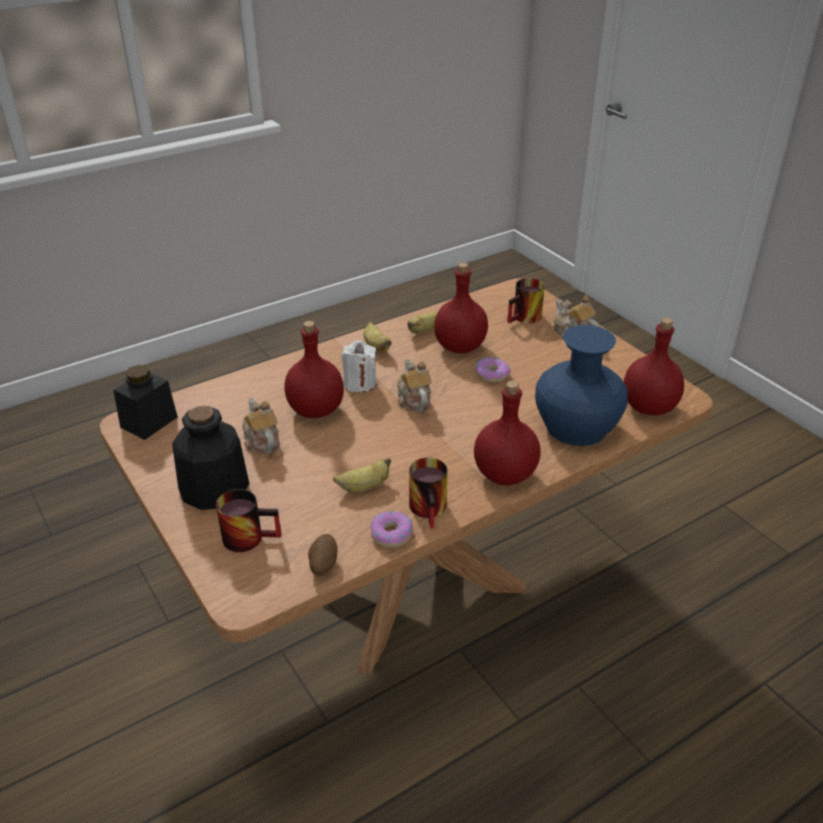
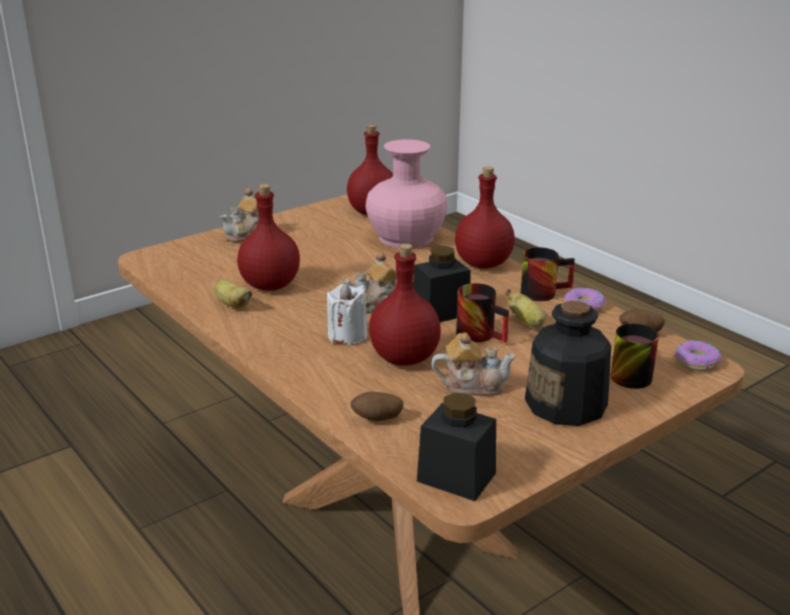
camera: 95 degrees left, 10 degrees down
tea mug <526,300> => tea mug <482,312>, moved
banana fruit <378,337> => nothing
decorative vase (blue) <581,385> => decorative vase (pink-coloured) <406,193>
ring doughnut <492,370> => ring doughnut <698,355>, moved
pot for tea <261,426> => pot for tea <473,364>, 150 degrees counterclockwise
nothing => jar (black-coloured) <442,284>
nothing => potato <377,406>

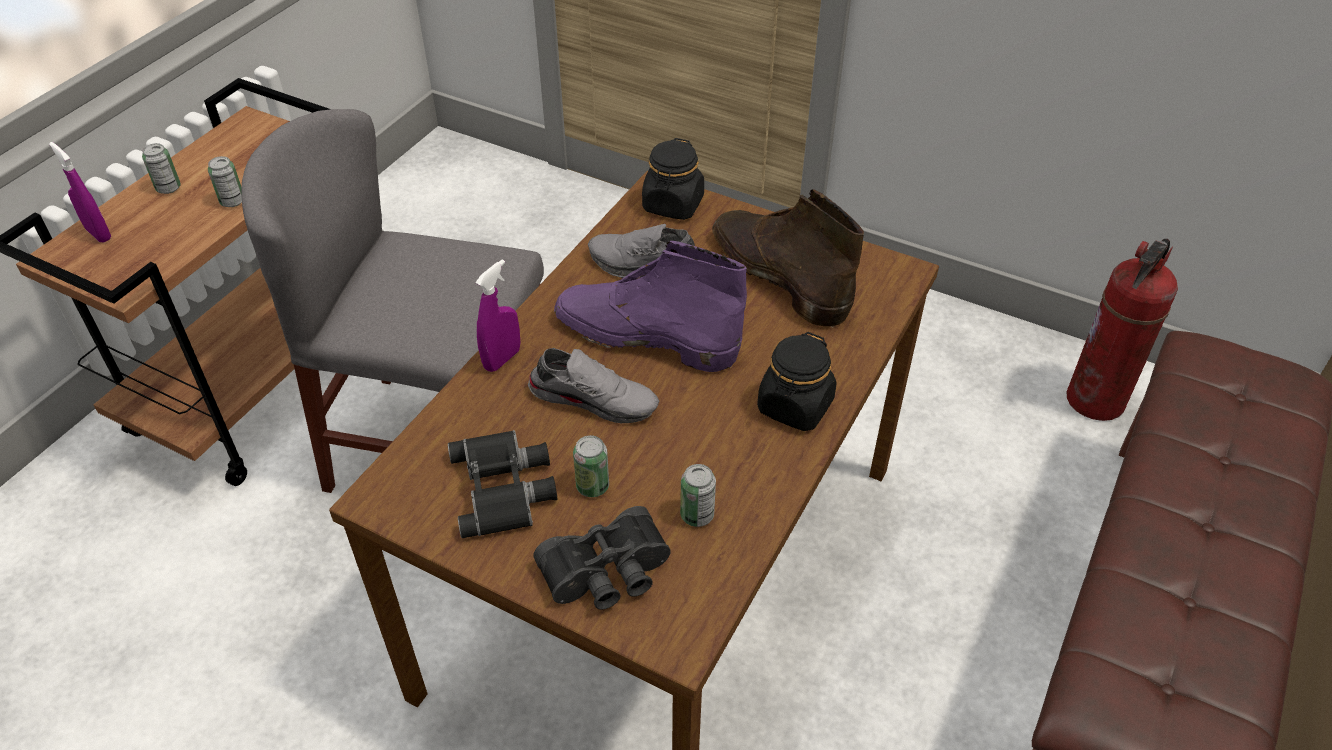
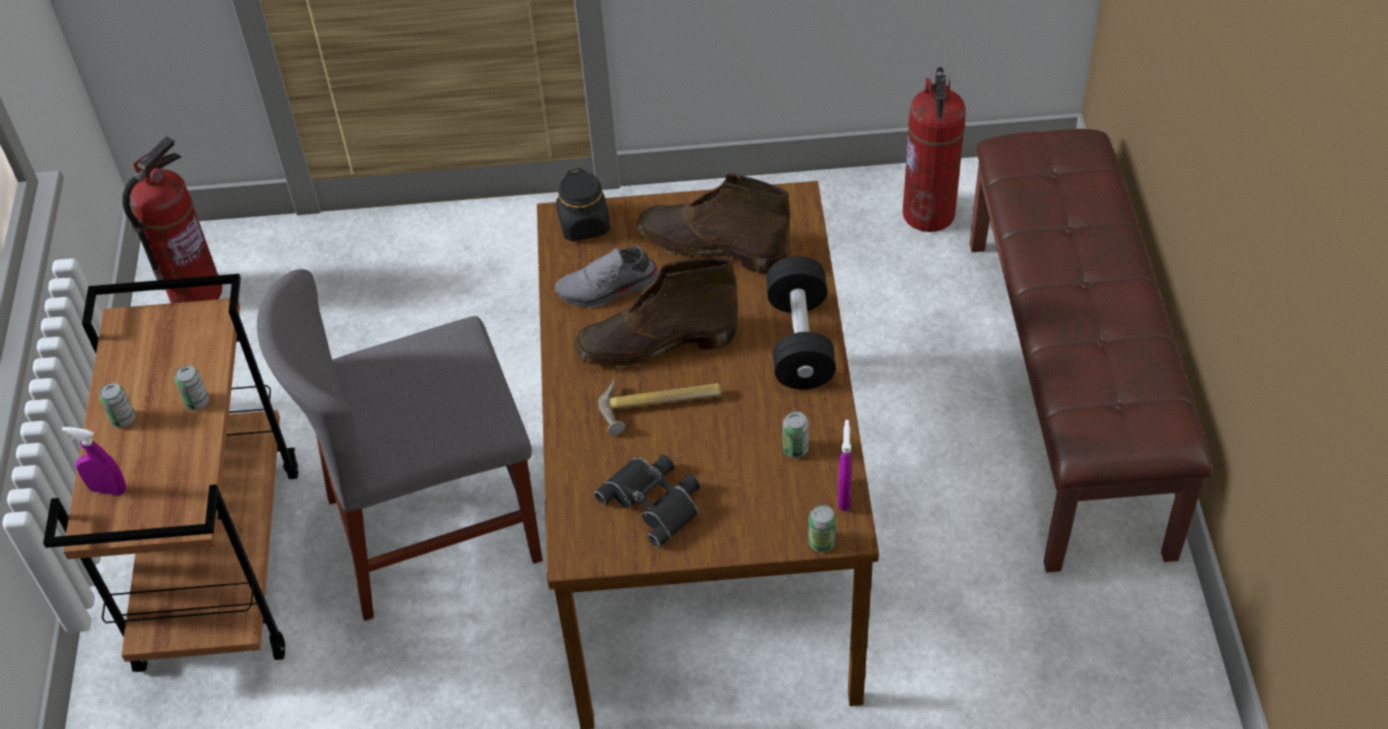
camera: 30 degrees left, 5 degrees up
boot (purple-coloured) <650,306> => boot (brownish) <656,312>
spray bottle (purple-coloured) <497,315> => spray bottle (purple-coloured) <844,465>, moved
jar (black-coloured) <797,381> => dumbbell (black-coloured) <801,322>
low shoe (gray) <593,385> => hammer <659,407>
sealed can <591,466> => sealed can <822,528>, moved
pair of binoculars (black-coloured) <602,558> => nothing
nothing => fire extinguisher <172,219>

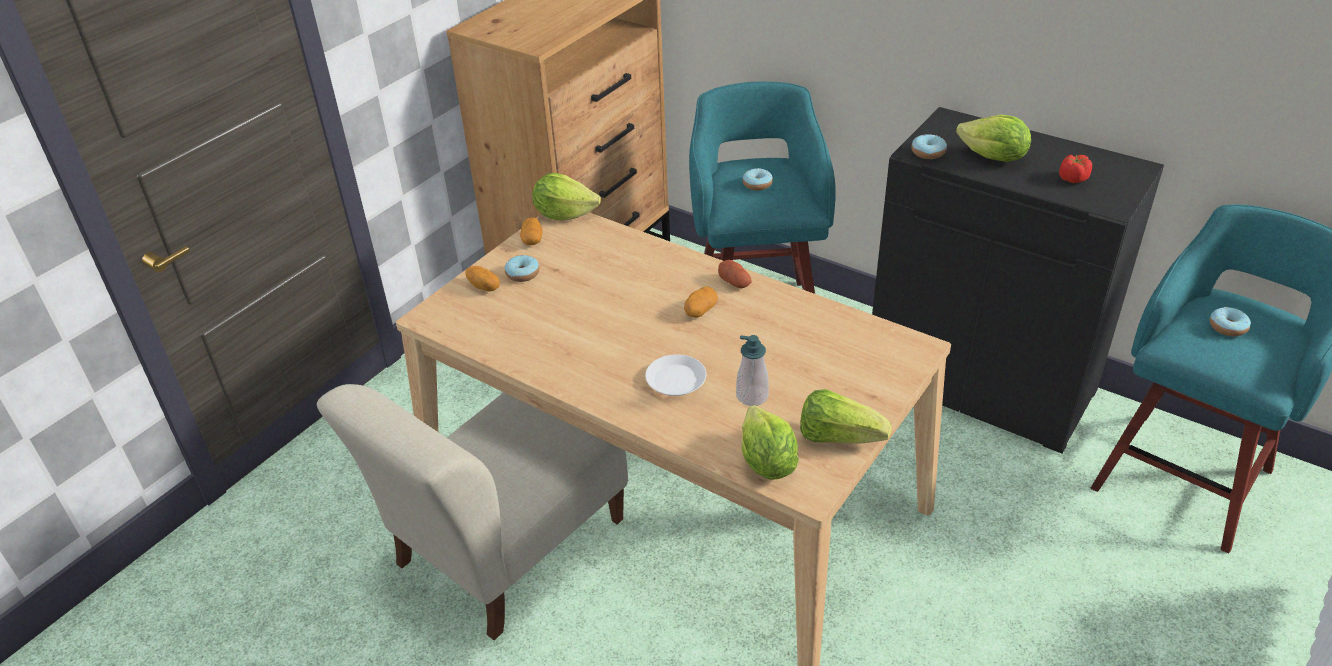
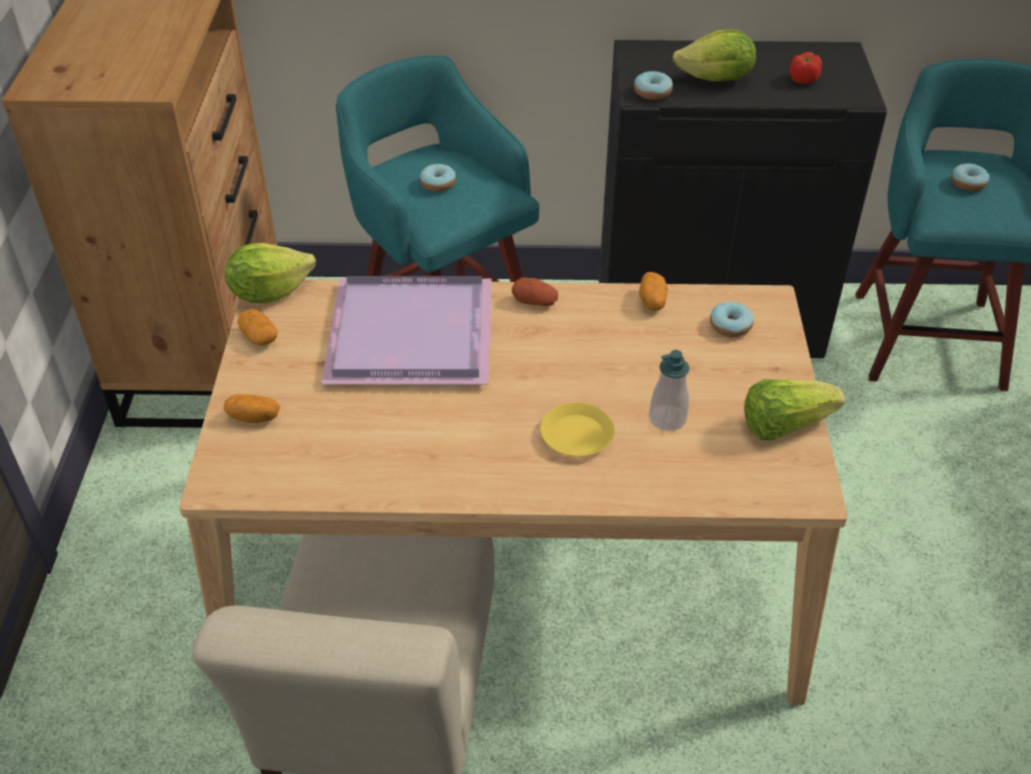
camera: 35 degrees left, 5 degrees up
ring doughnut <522,268> => ring doughnut <732,319>, moved
potato <701,302> => potato <653,291>, moved
flat dish (white-coloured) <675,375> => flat dish (yellowish) <577,429>
lettuce head <770,442> => nothing
nothing => carrying tray (purple-coloured) <406,330>

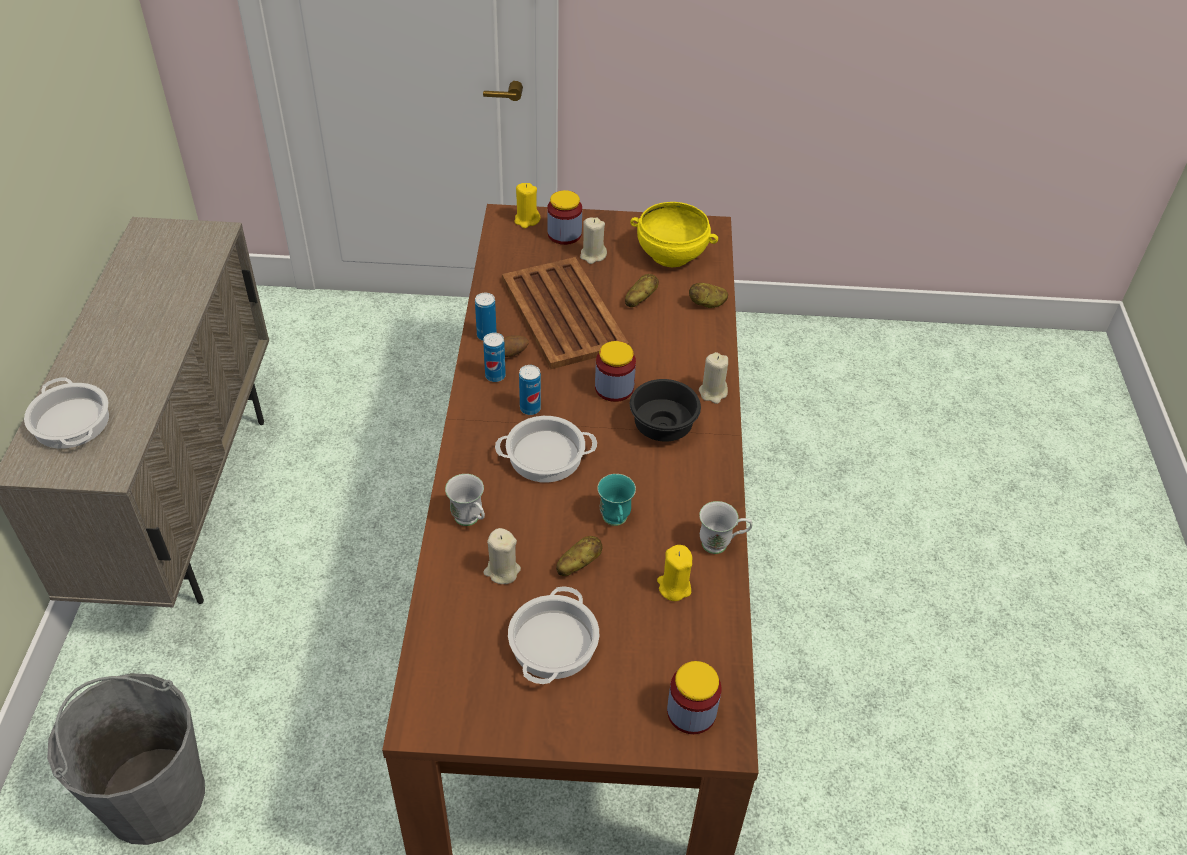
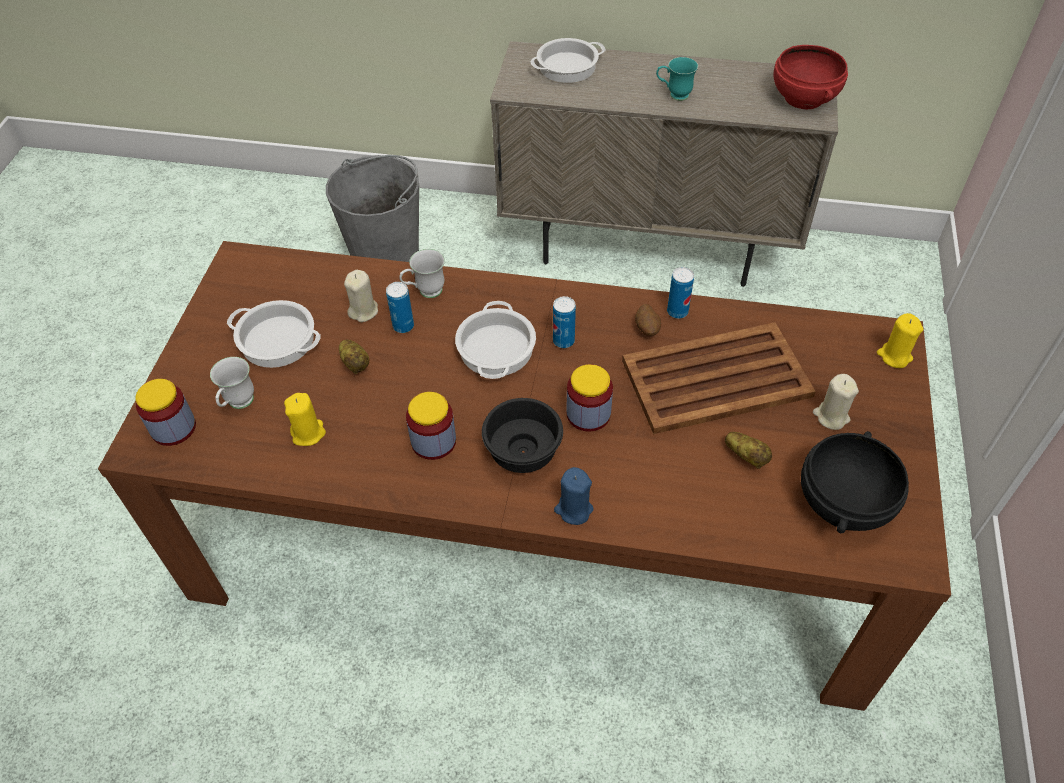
camera: 100 degrees right, 5 degrees up
jar <564,217> => jar <431,426>, moved
serving bowl (yellowish) <674,234> => serving bowl (black-coloured) <855,482>
potato <708,295> => nothing
sealed can <494,357> => sealed can <400,307>, moved
wax light (beige) <713,378> => wax light (blue) <574,496>
tea mug (turquoise-coloured) <616,500> => tea mug (turquoise-coloured) <677,79>, moved
tea mug (white-coloured) <725,527> => tea mug (white-coloured) <232,383>, moved
nothing => serving bowl (red) <811,77>

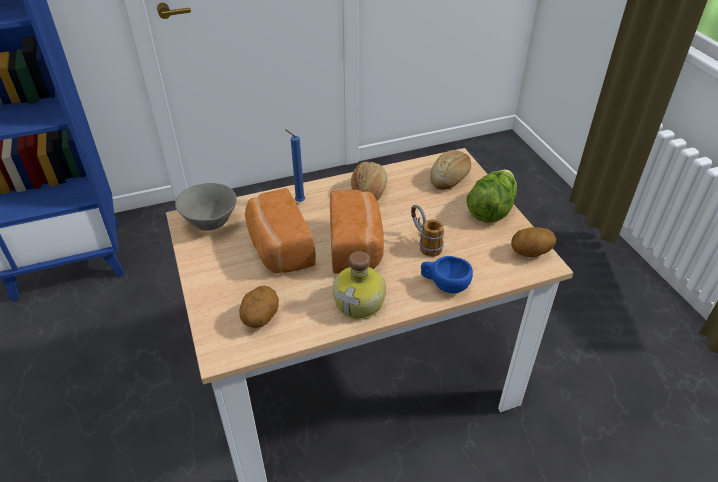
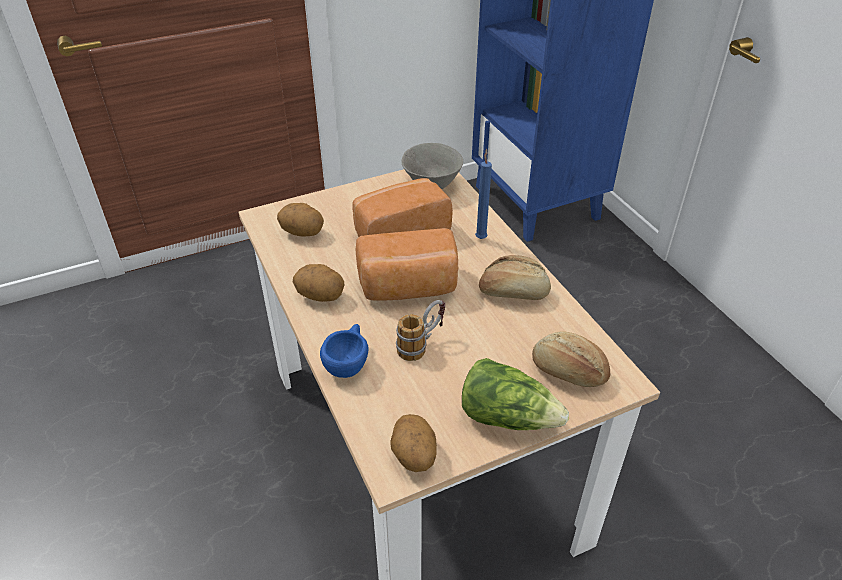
camera: 85 degrees right, 0 degrees up
drink bottle <359,285> => potato <318,283>

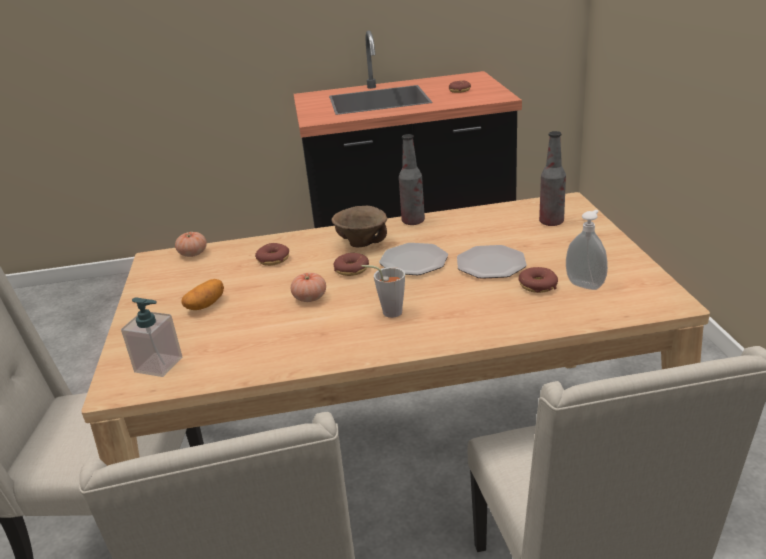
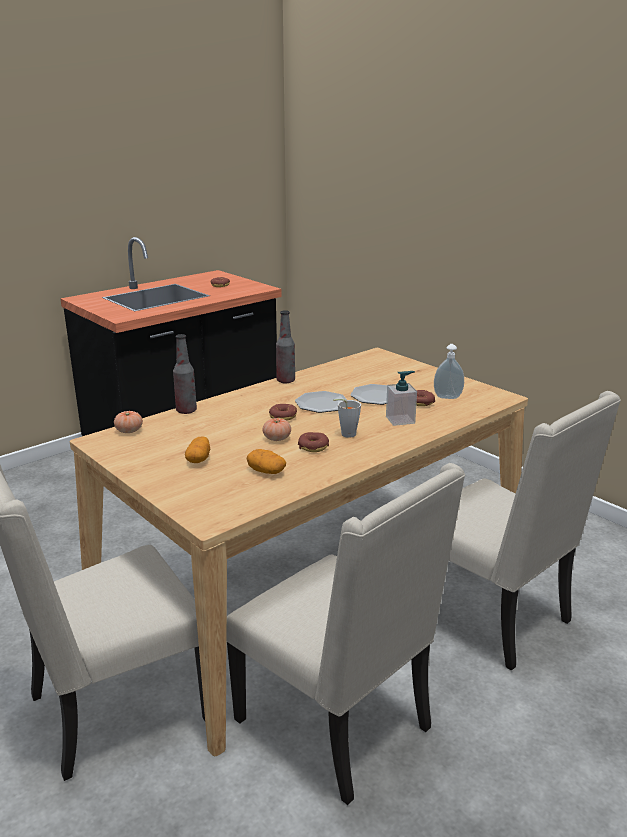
camera: 35 degrees left, 5 degrees down
drink bottle <552,178> => drink bottle <185,374>, moved
serving bowl (brownish) <359,227> => nothing
ring doughnut <272,254> => ring doughnut <313,442>, moved
soap bottle <151,337> => soap bottle <401,398>, moved
nothing => potato <266,461>

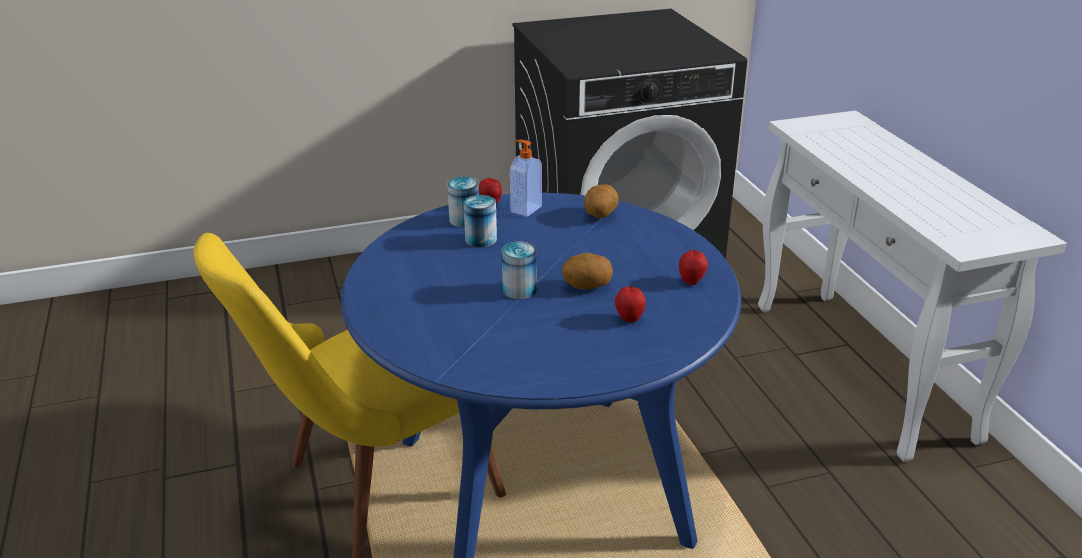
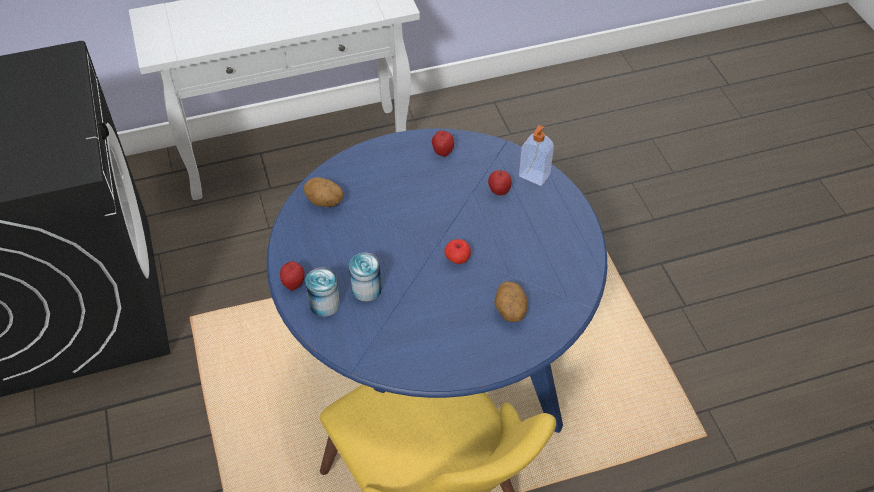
camera: 90 degrees left, 20 degrees up
soap bottle <526,178> => soap bottle <536,155>, moved
sealed can <519,270> => whole apple <457,251>
potato <587,271> => potato <510,301>, moved

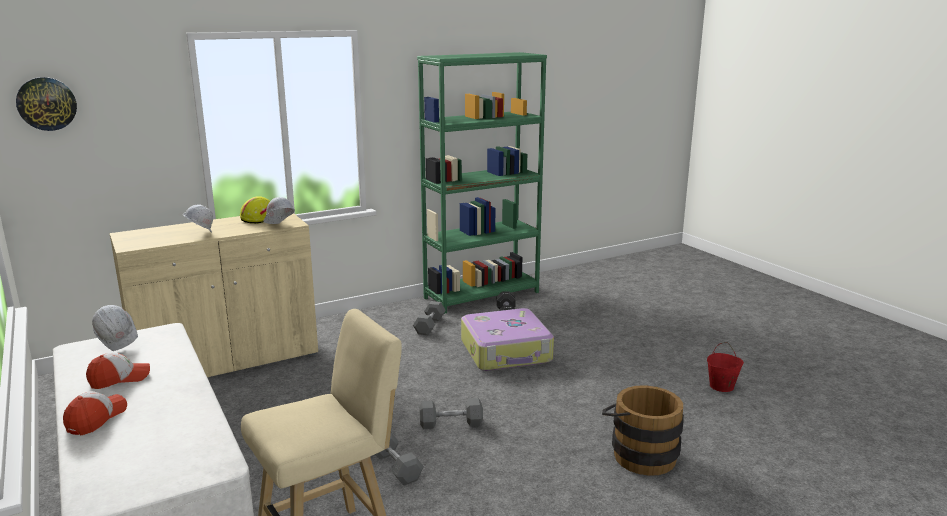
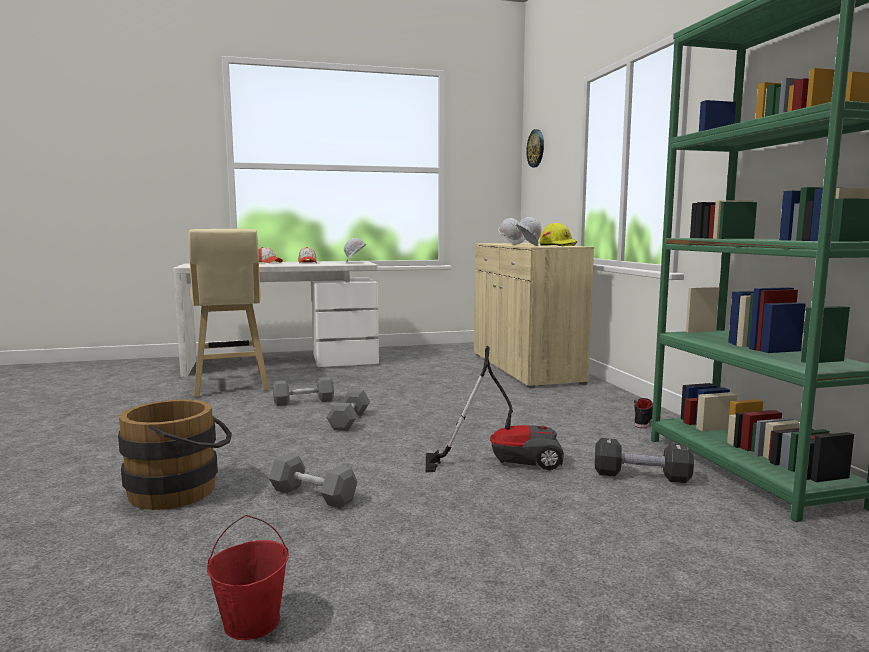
camera: 105 degrees right, 10 degrees down
dumbbell (gray) <429,318> => dumbbell (gray) <313,480>, moved
suitcase <507,339> => hoover <494,409>
nothing => low shoe (black-coloured) <643,413>

